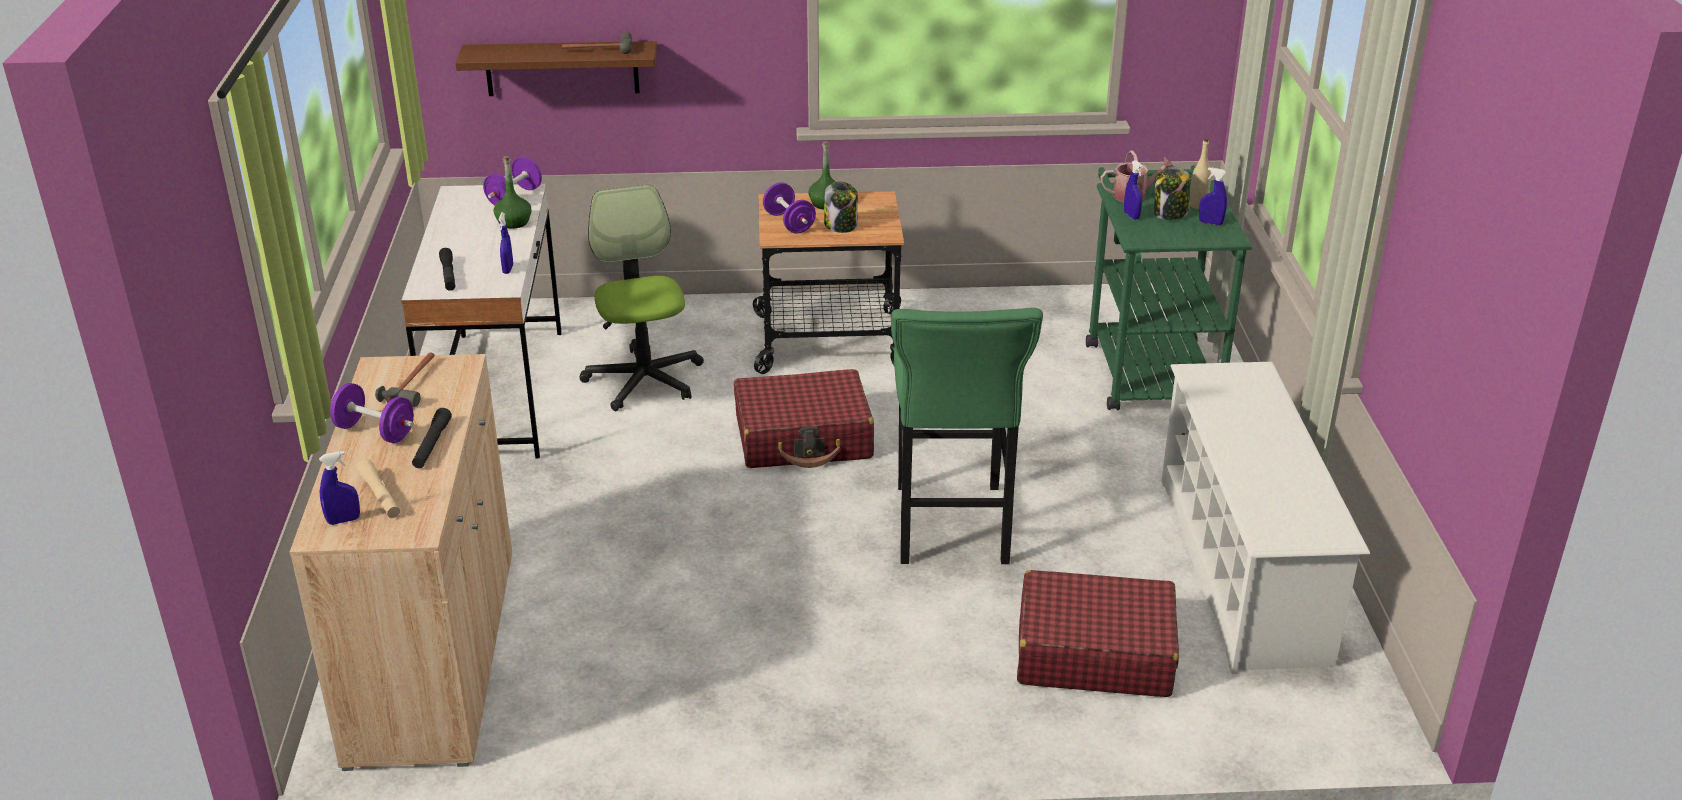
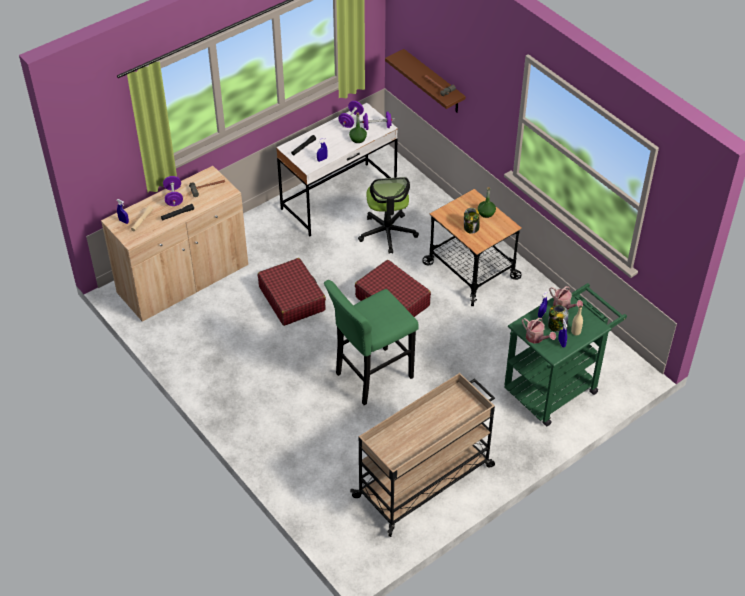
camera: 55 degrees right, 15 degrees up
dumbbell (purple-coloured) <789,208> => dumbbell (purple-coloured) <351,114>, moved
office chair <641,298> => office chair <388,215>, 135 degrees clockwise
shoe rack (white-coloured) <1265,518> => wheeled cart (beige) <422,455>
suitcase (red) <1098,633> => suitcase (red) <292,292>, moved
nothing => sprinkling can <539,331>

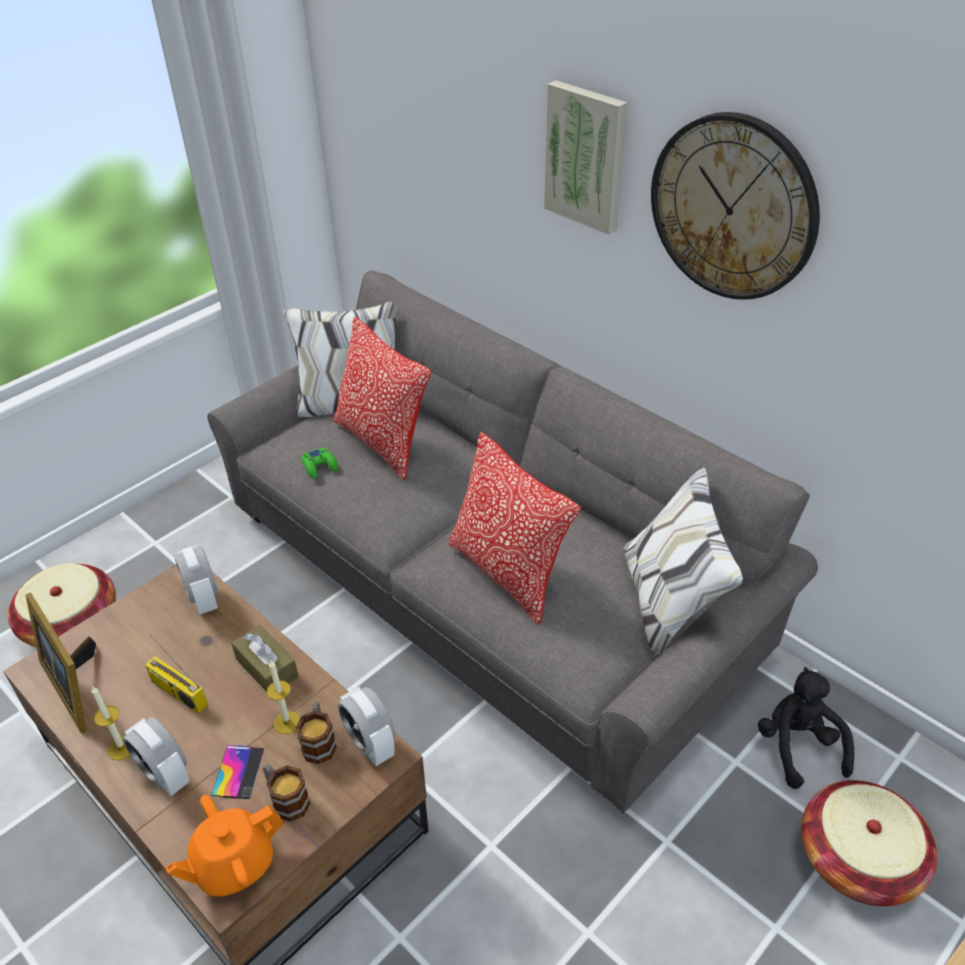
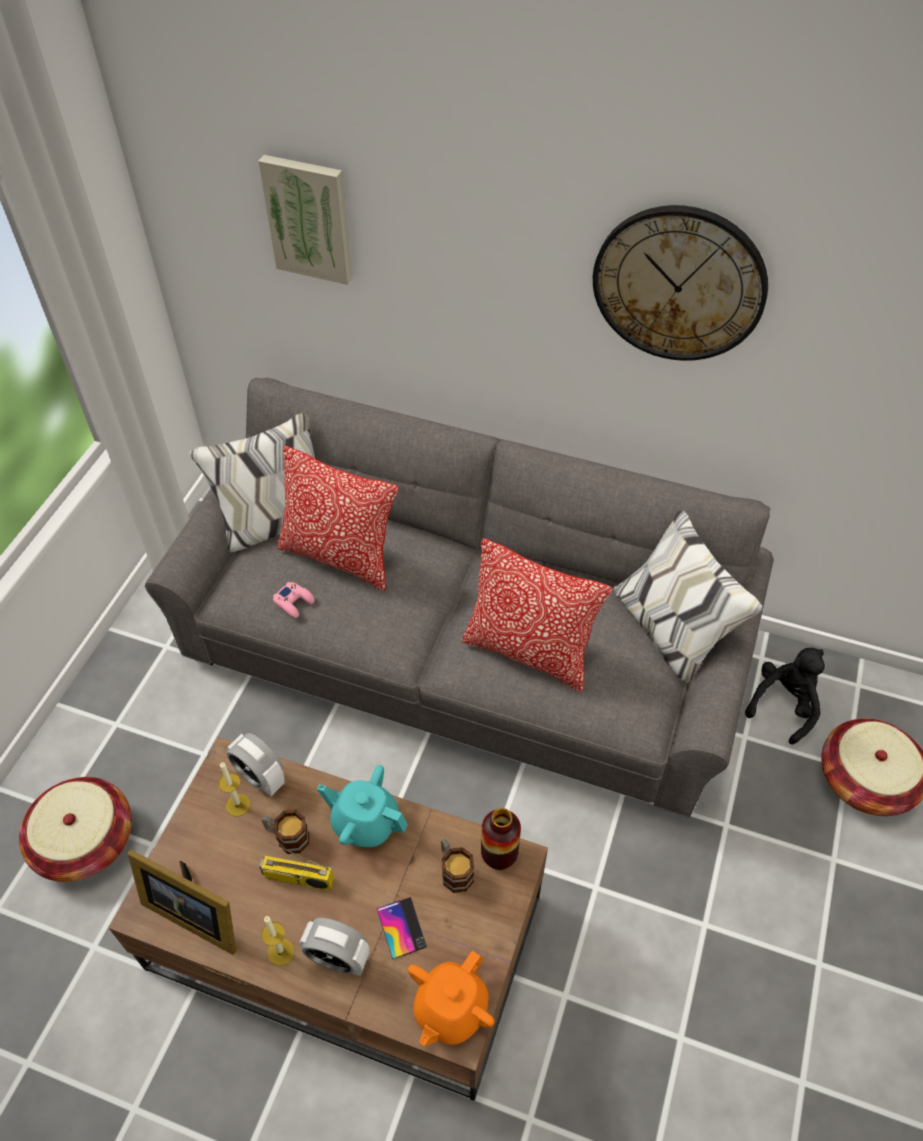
camera: 25 degrees left, 10 degrees up
picture <585,157> => picture <305,220>, moved
joypad (green-coloured) <320,463> => joypad (pink-coloured) <294,600>
tissue holder (brownish) <265,658> => pot for tea (turquoise-coloured) <362,806>
wax light <283,697> => wax light <234,789>, moved
soft toy (black-coloured) <806,728> => soft toy (black-coloured) <785,696>, 75 degrees clockwise
table clock <366,726> => decorative vase <501,839>
tea mug <287,793> => tea mug <285,832>, moved

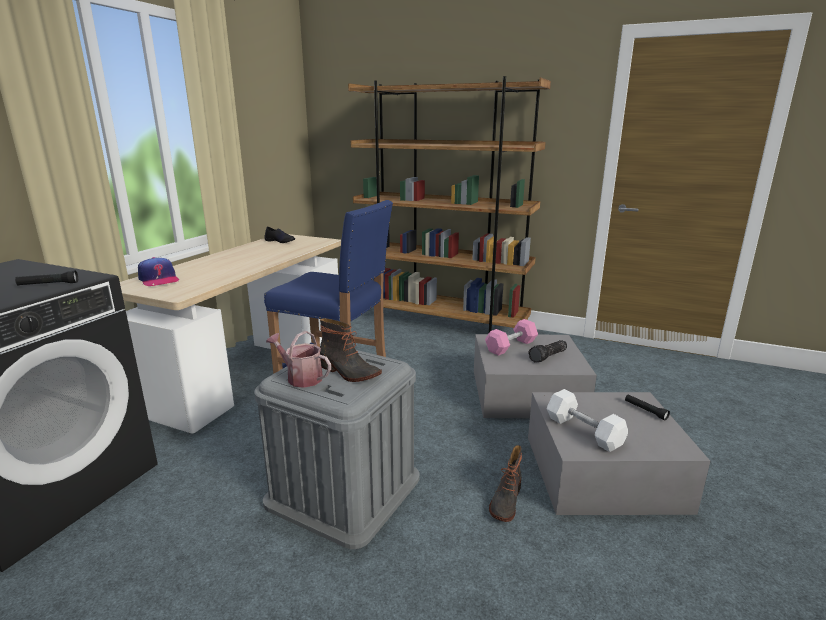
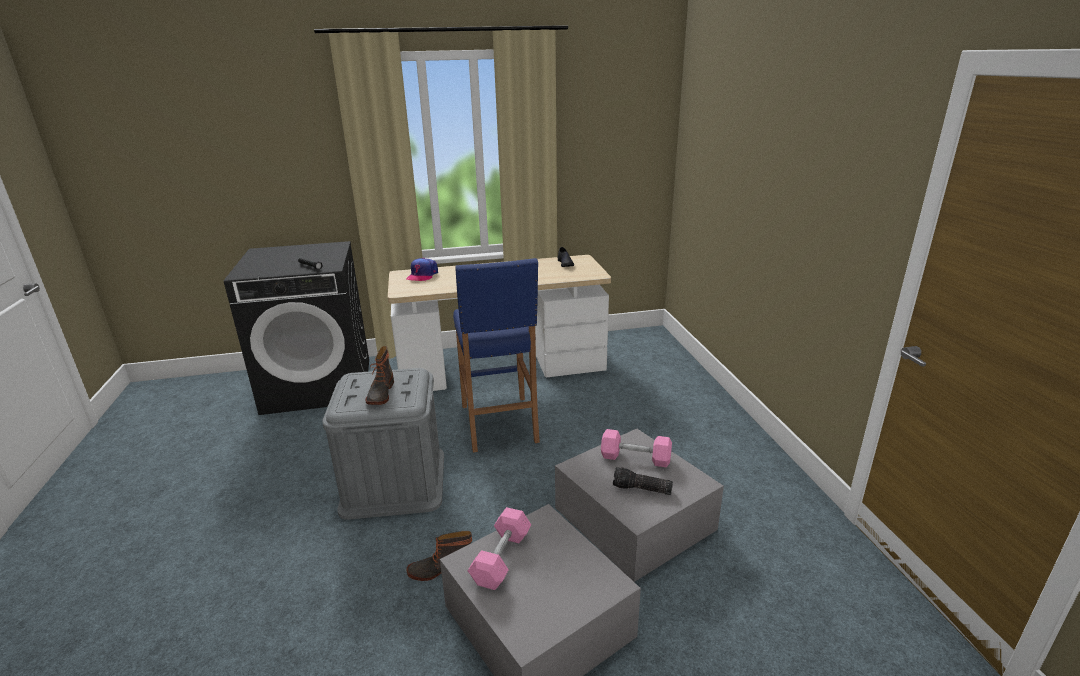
camera: 55 degrees right, 5 degrees up
shelving unit (brownish) <449,204> => nothing
sprinkling can <298,359> => nothing
dumbbell (white-coloured) <587,420> => dumbbell (pink-coloured) <499,548>
flashlight (black-coloured) <647,407> => nothing

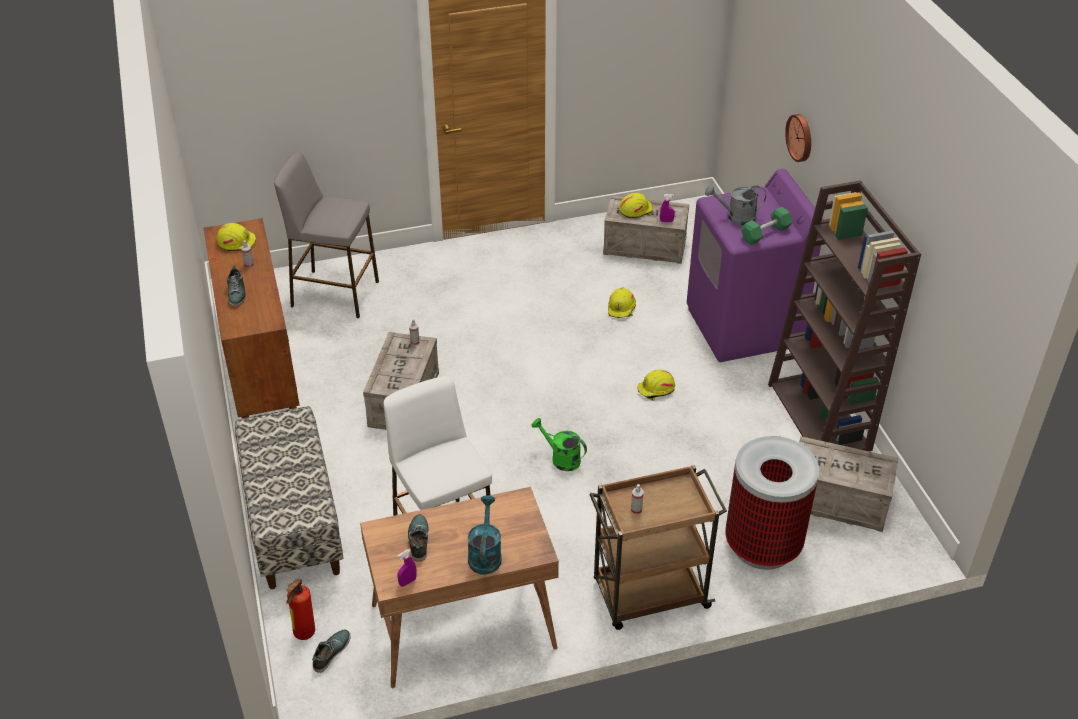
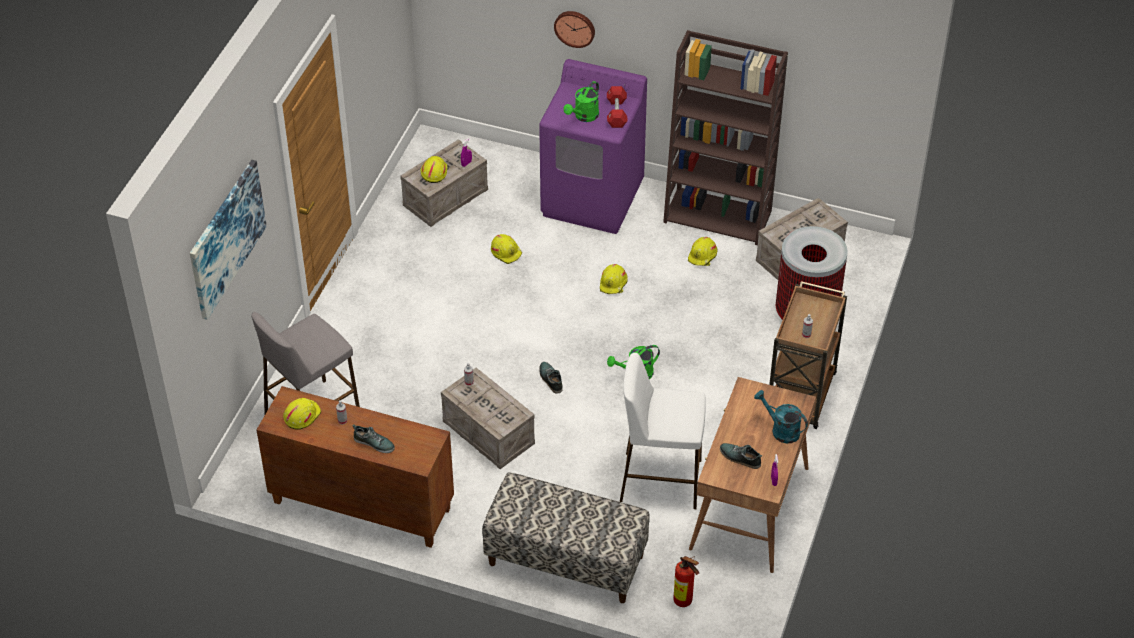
camera: 55 degrees left, 5 degrees up
sprinkling can (gray) <735,205> => sprinkling can (green-coloured) <581,101>
dumbbell (green-coloured) <766,226> => dumbbell (red) <617,107>
low shoe <331,651> => low shoe <551,378>, moved
nothing => picture <228,240>
nothing => work helmet (yellowish) <703,251>

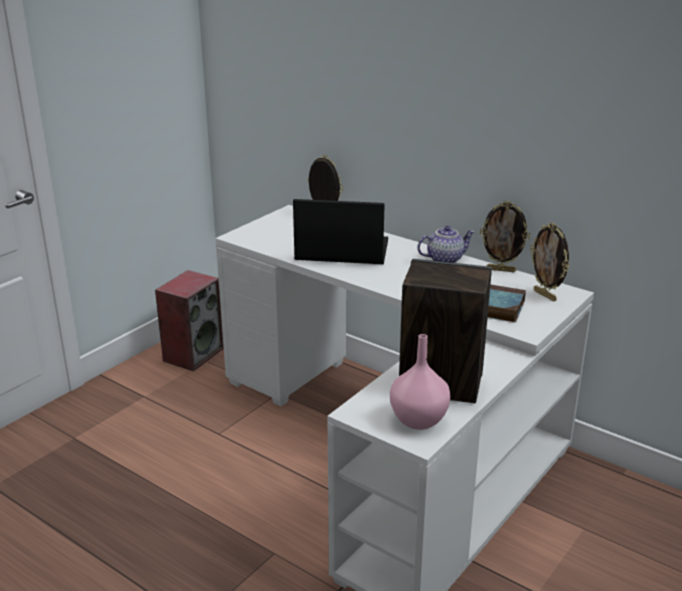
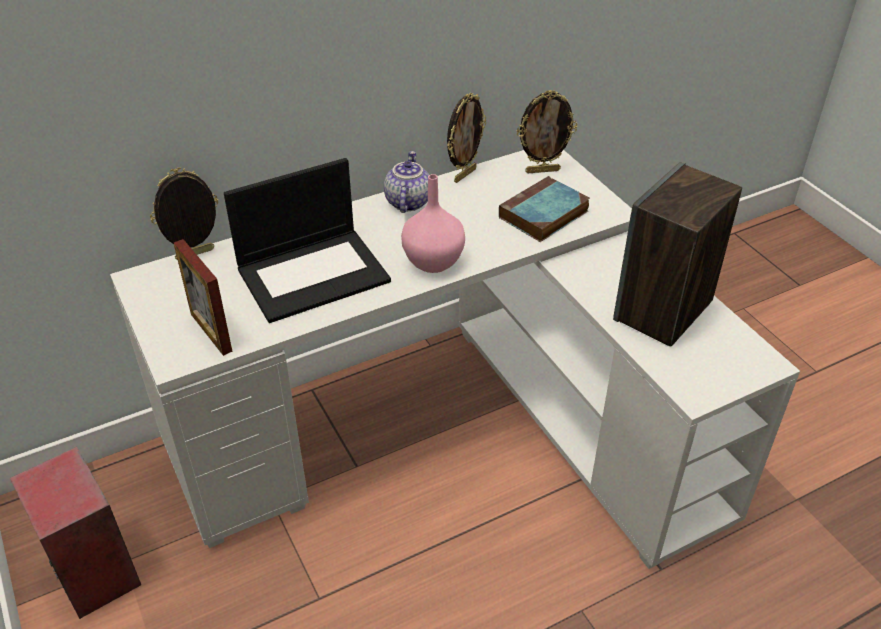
camera: 65 degrees left, 15 degrees up
notebook computer <340,231> => notebook computer <307,240>, 150 degrees counterclockwise
decorative vase (pink-coloured) <420,382> => decorative vase (pink-coloured) <433,223>, moved
nothing => standing frame <203,297>

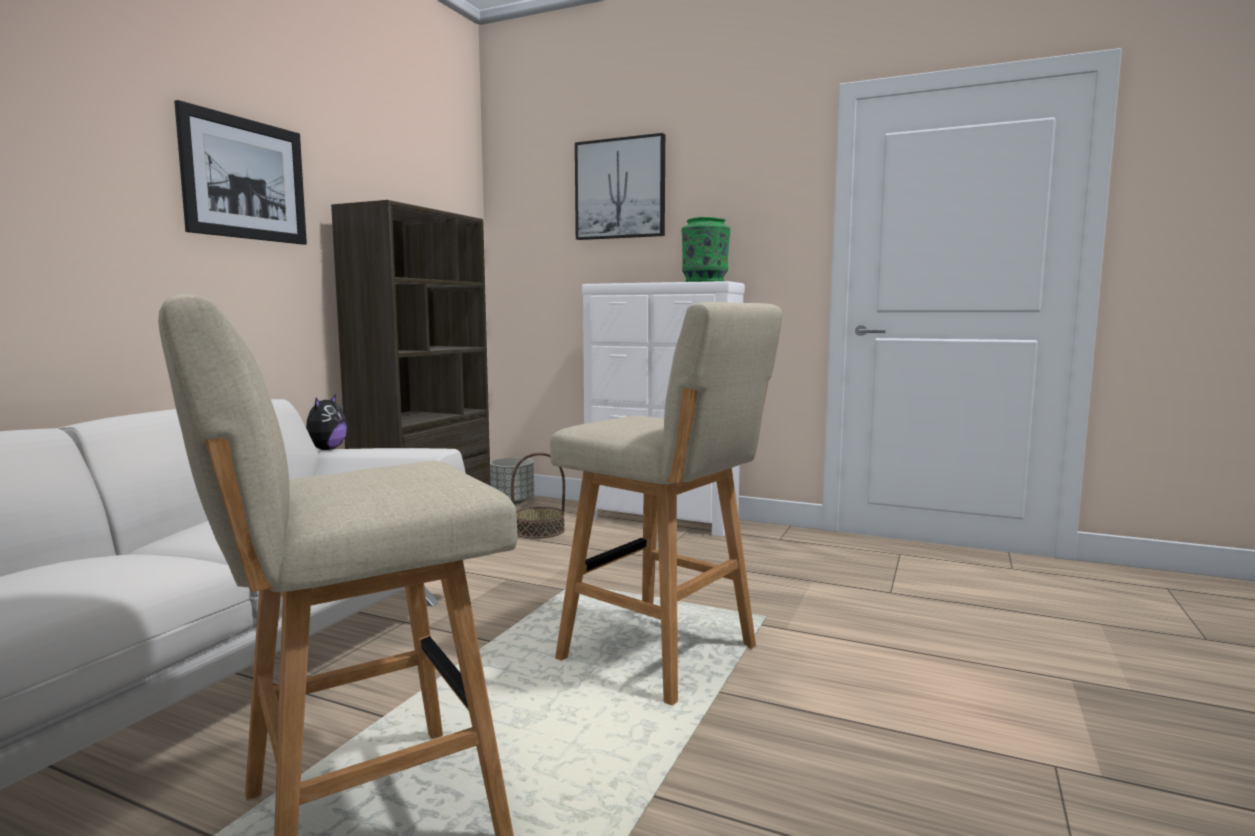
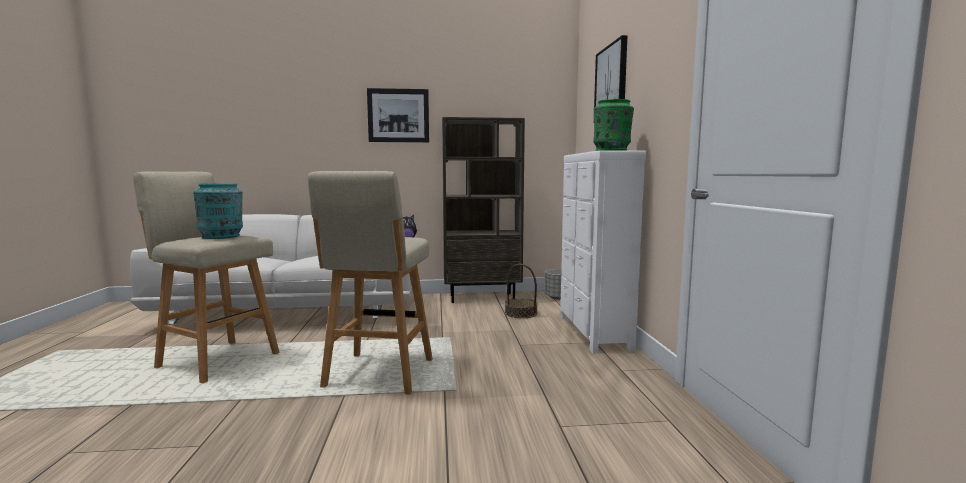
camera: 60 degrees right, 0 degrees up
nothing => decorative vase (turquoise-coloured) <218,211>

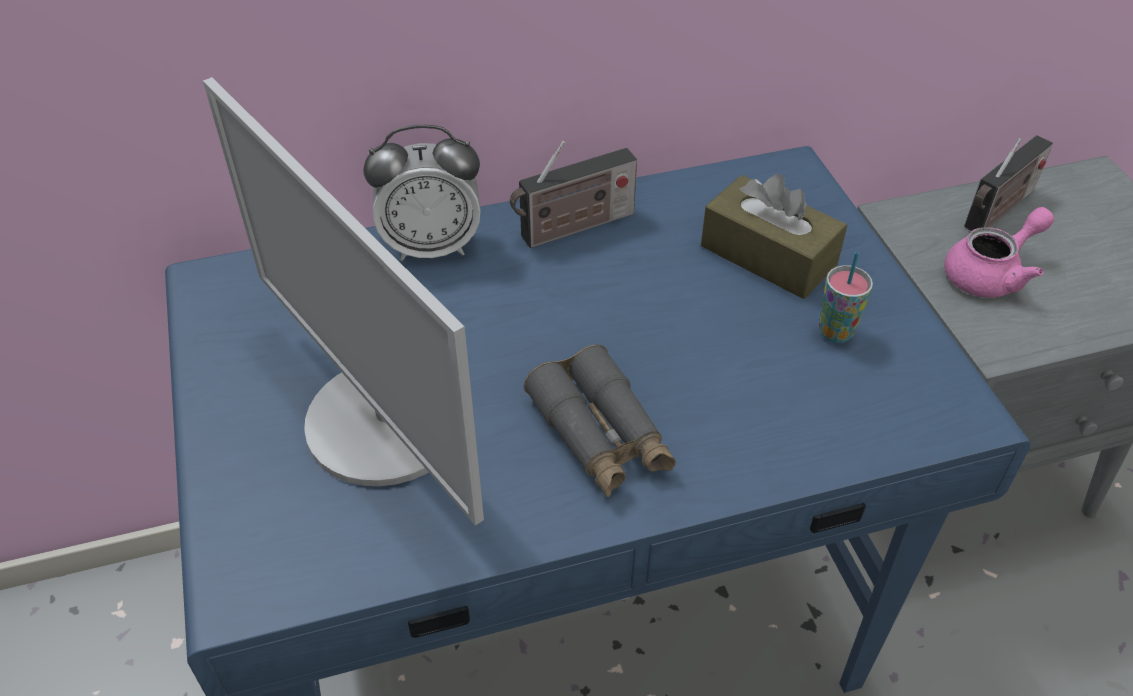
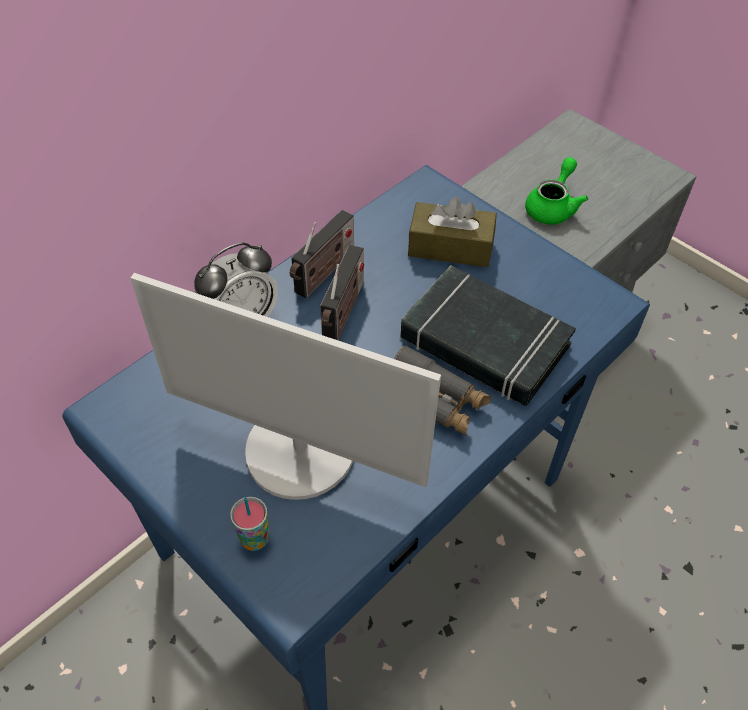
camera: 30 degrees left, 5 degrees up
radio <1008,183> => radio <342,292>, moved
pot for tea (pink-coloured) <999,252> => pot for tea (green-coloured) <556,190>
cup <846,297> => cup <249,524>, moved
nothing => book (black-coloured) <488,335>

